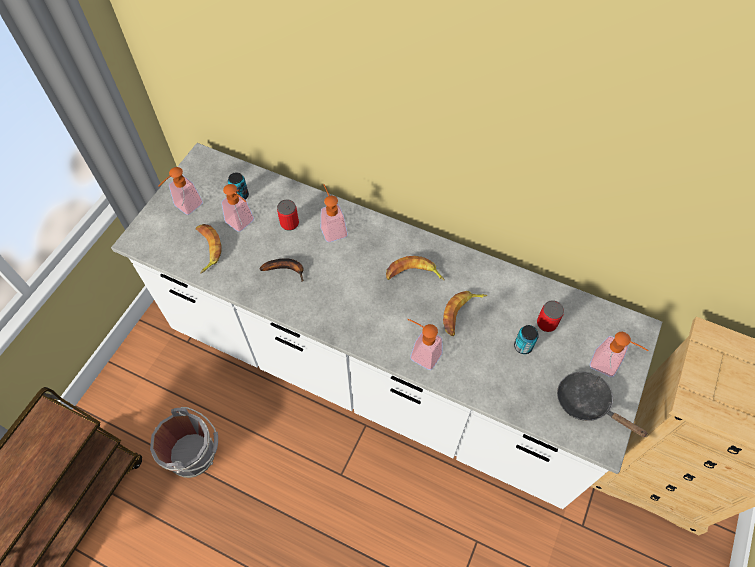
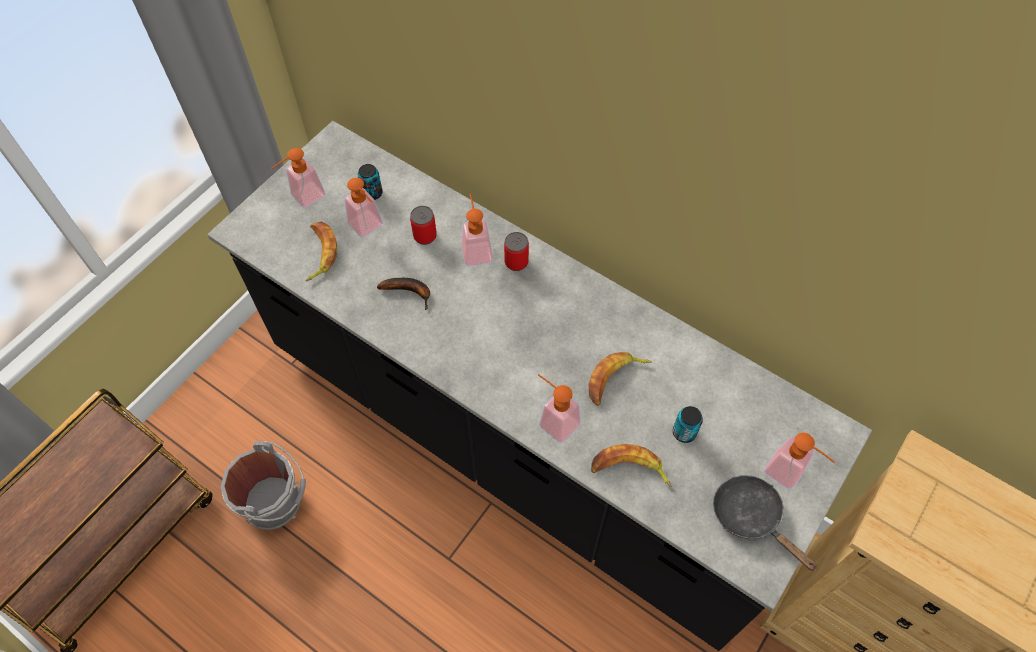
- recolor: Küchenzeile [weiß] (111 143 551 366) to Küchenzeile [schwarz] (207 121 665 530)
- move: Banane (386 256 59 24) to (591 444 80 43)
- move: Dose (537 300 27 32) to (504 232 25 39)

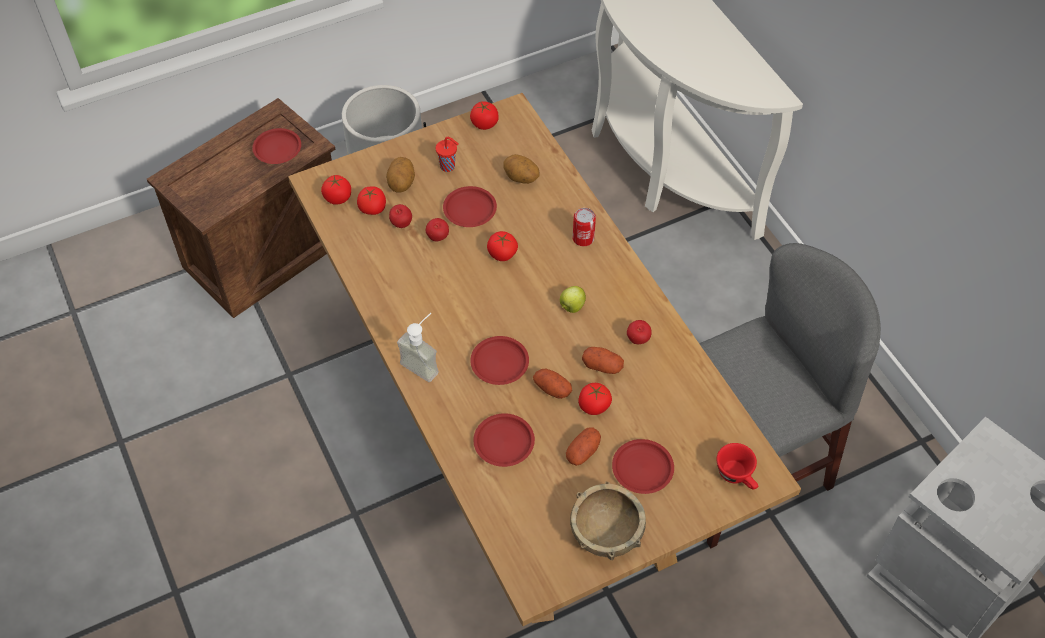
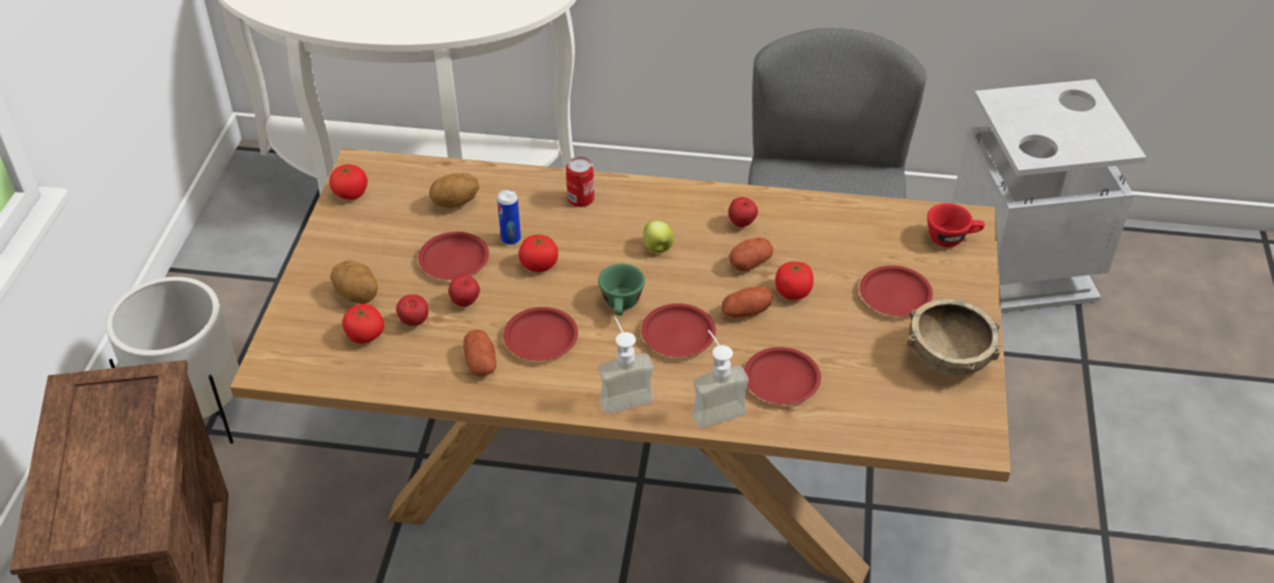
- move: Teller [rot] (252 128 49 36) to (503 307 75 54)
- delete: Tasse [rot] (436 137 22 35)
- delete: Tomate (321 175 30 30)
- move: Kartoffel (566 427 35 39) to (463 330 33 46)
- insert: Dose (497 190 24 55)
- insert: Tasse [grün] (598 264 47 52)
- insert: Seifenspender (692 330 57 98)

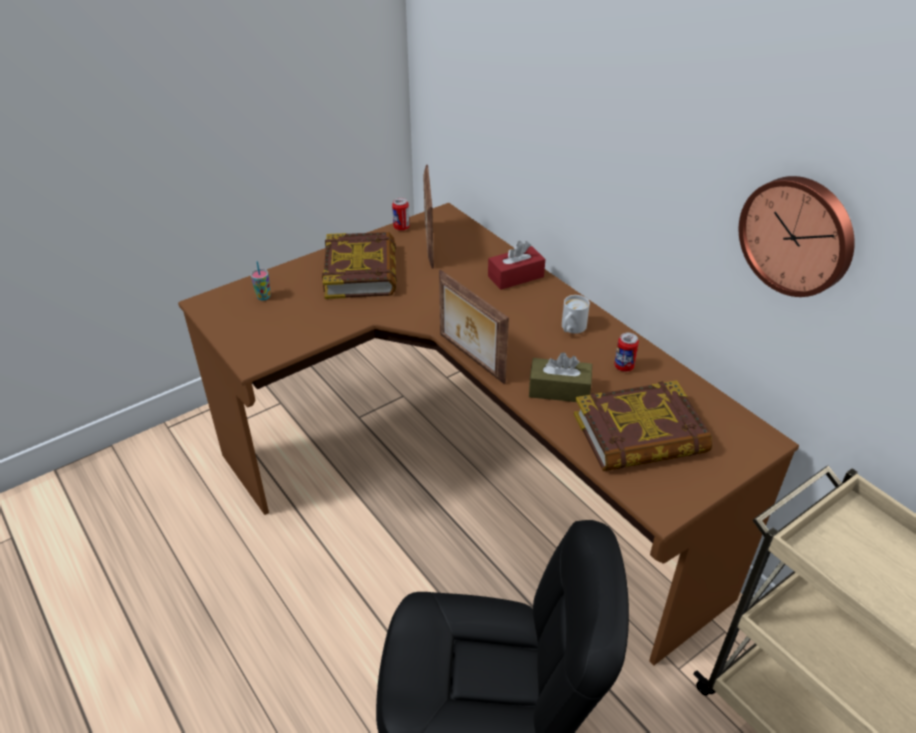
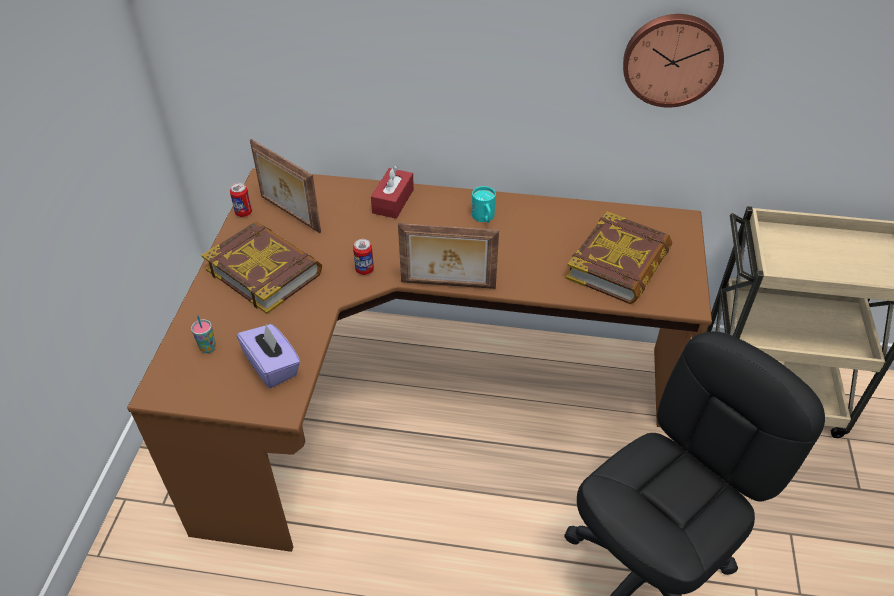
- recolor: Henkelbecher [weiß] (562 295 28 39) to Henkelbecher [türkis] (472 186 24 37)
- move: Dose (614 332 25 40) to (353 239 21 36)
- delete: Taschentuchbox [braun] (529 352 63 50)
- insert: Taschentuchbox [lila] (237 324 63 64)

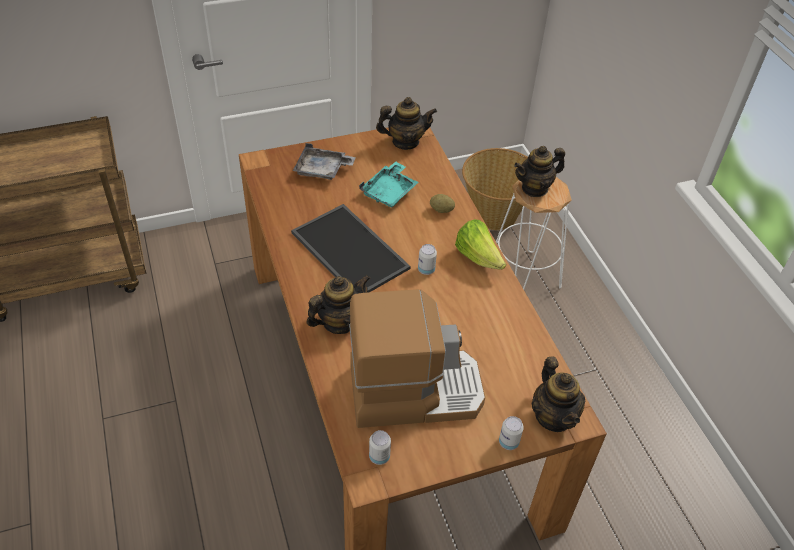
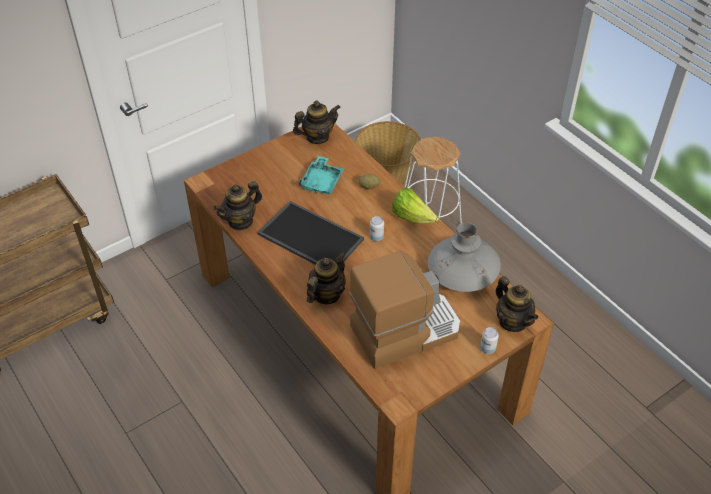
- delete: Tablett [grau] (293 143 63 37)
- move: Teekanne (514 146 51 51) to (213 181 49 50)
- delete: Dose (369 430 22 35)
- insert: Vase [grau] (428 222 73 70)

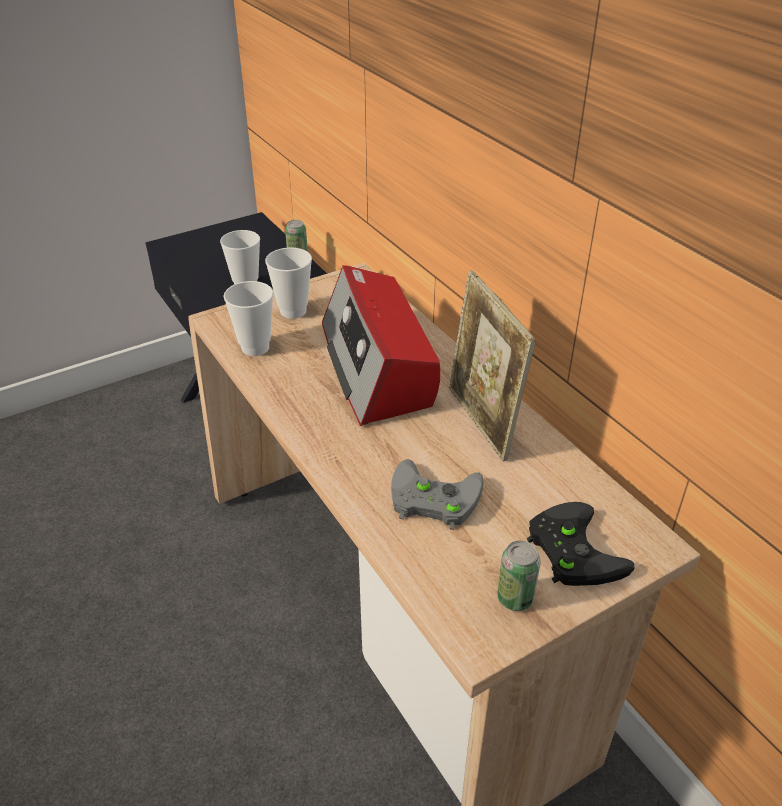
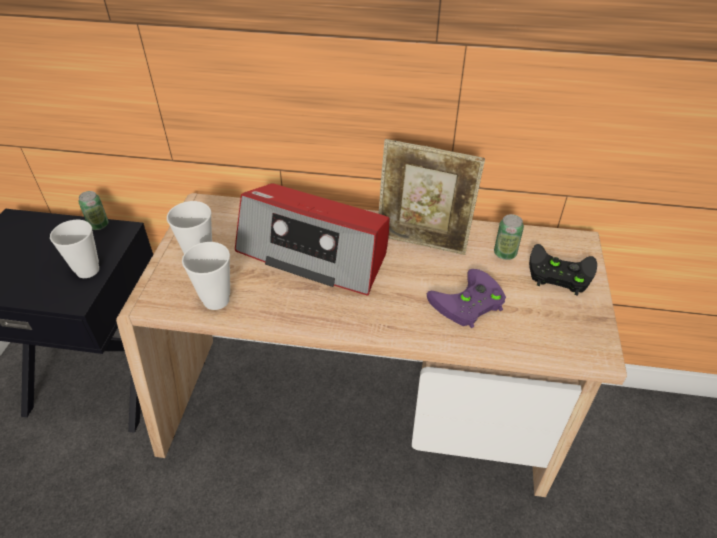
- recolor: Gamepad [grau] (391 459 93 71) to Gamepad [lila] (427 269 79 59)
- move: Dose (497 540 44 71) to (494 214 30 46)

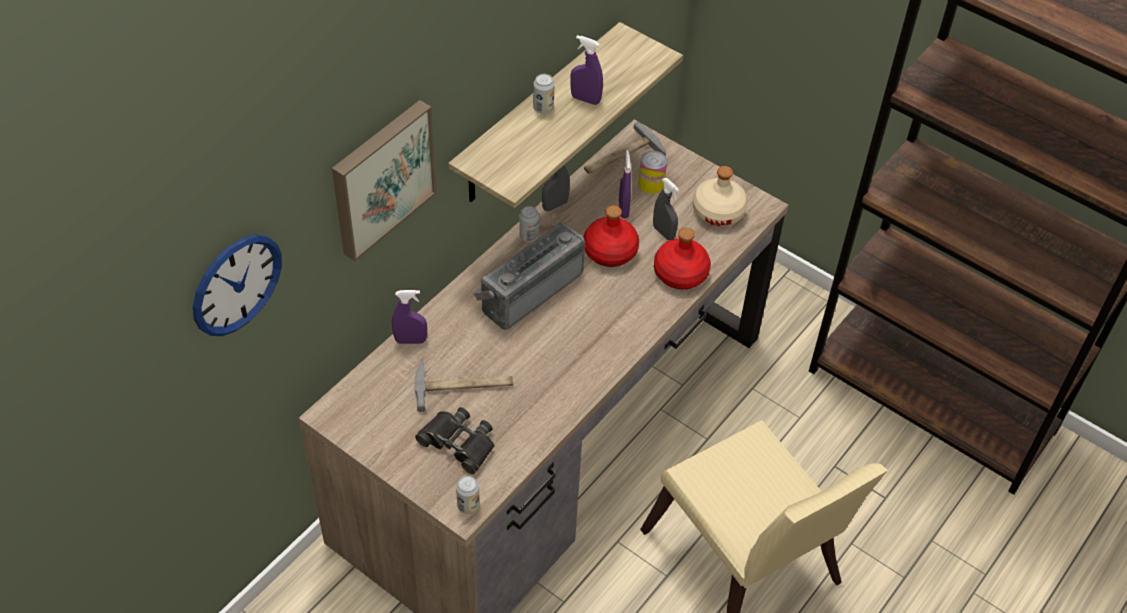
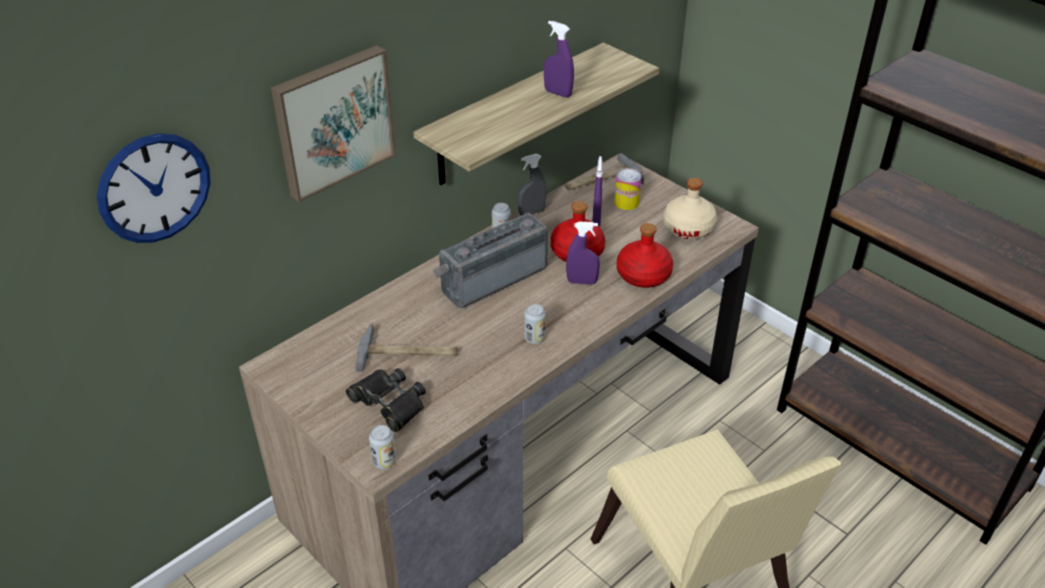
- move: Dose (533 74 22 40) to (524 304 22 40)
- delete: Sprühflasche [grau] (653 178 26 62)
- move: Sprühflasche [lila] (392 290 35 54) to (566 222 34 63)

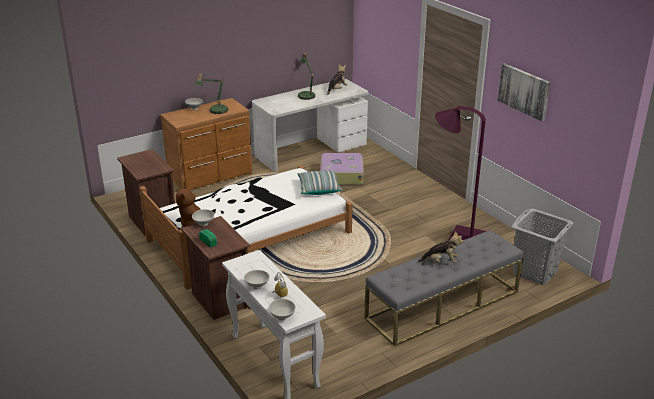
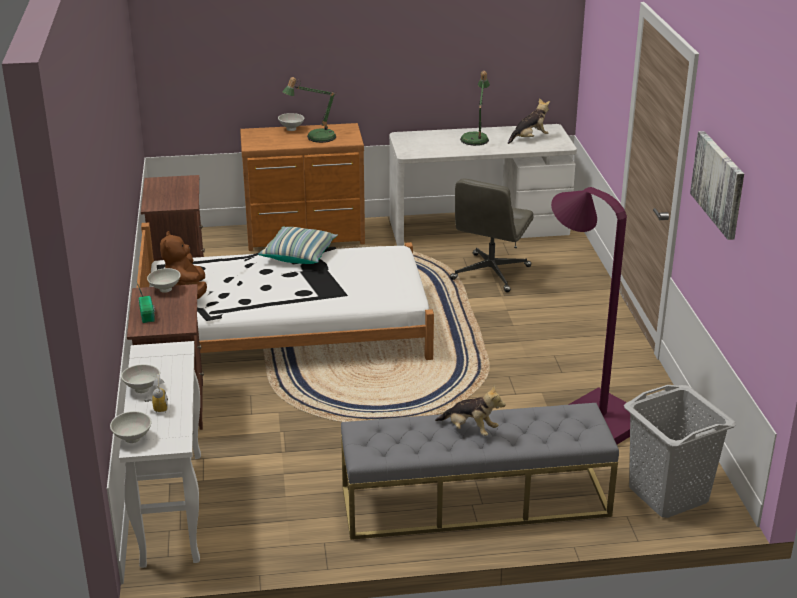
- replace: Koffer (321 153 43 32) to Bürostuhl [grau] (450 179 84 113)
- move: Kissen (297 170 45 25) to (258 226 80 38)

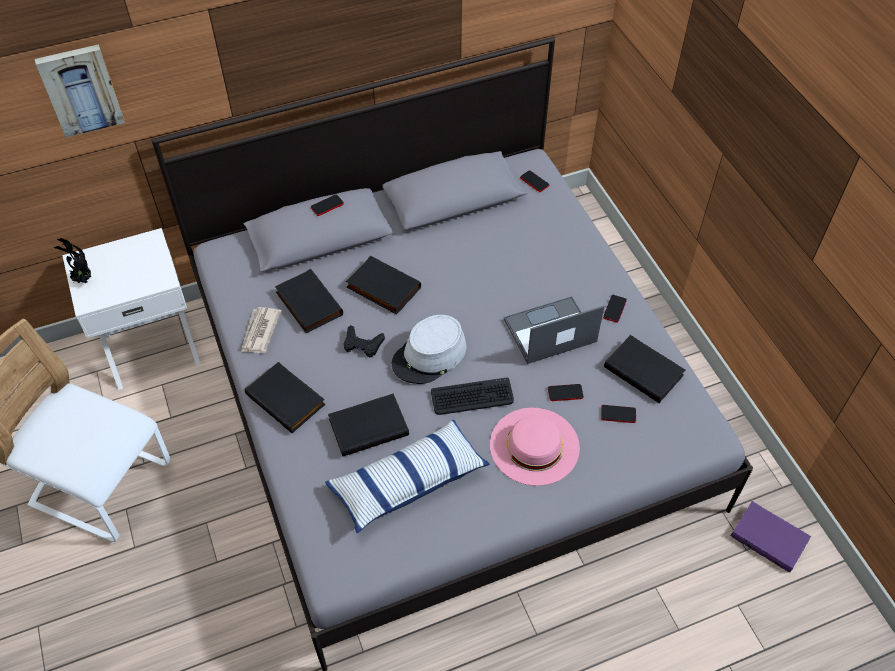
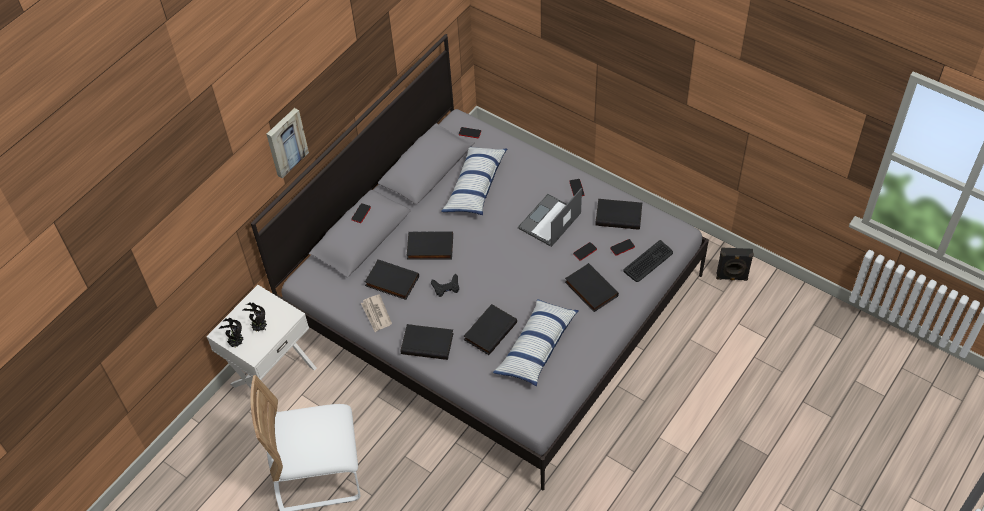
- move: Bild (35 44 90 93) to (266 108 43 70)
- delete: Hut [grau] (392 315 74 69)
- move: Tastatur (431 378 83 37) to (623 240 50 42)
- replace: Hut [rosa] (490 408 90 78) to Buch [schwarz] (565 263 54 49)
- replace: Buch [lila] (731 501 80 72) to Lautsprecher [schwarz] (716 248 38 33)
- insert: Kissen (441 147 66 68)
- insert: Topfpflanze (243 302 24 30)

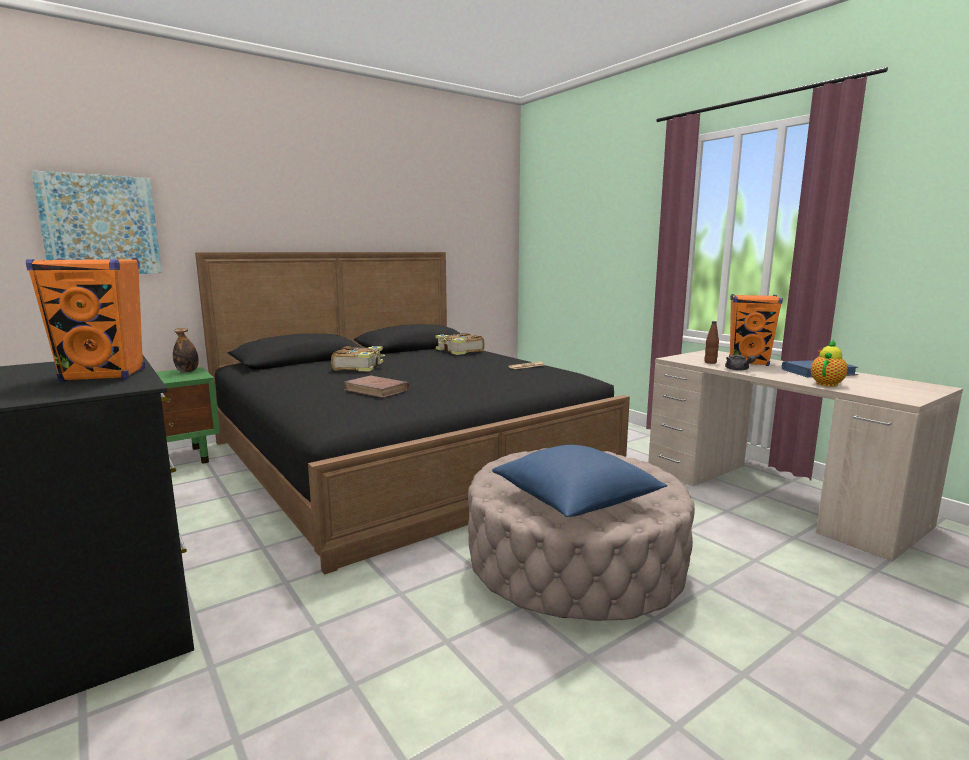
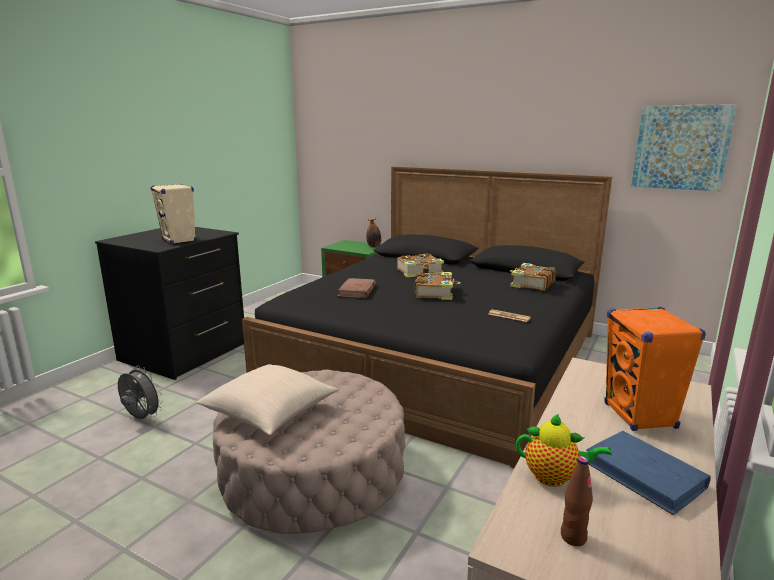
- move: Bild (31 170 131 104) to (631 104 106 87)
- recolor: Lautsprecher [orange] (26 258 119 124) to Lautsprecher [beige] (150 184 46 60)
- move: Flasche [braun] (704 321 15 43) to (561 456 32 90)
- delete: Teekanne [grau] (725 355 31 16)
- recolor: Kissen [blau] (492 445 175 72) to Kissen [beige] (196 364 143 71)
- insert: Buch (414 272 46 28)
- insert: Ventilator [grau] (118 365 45 54)

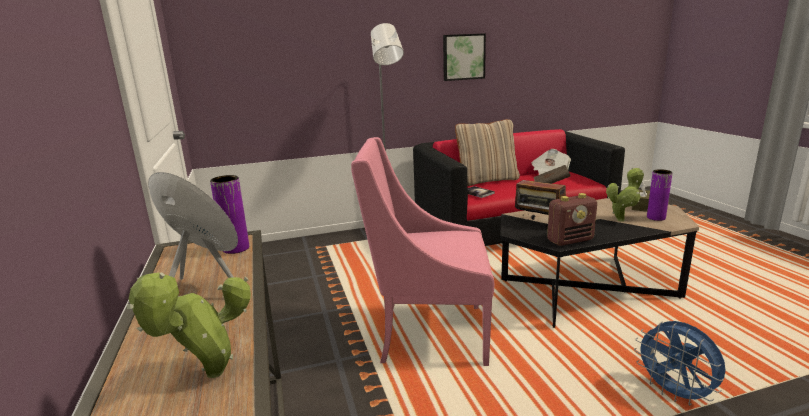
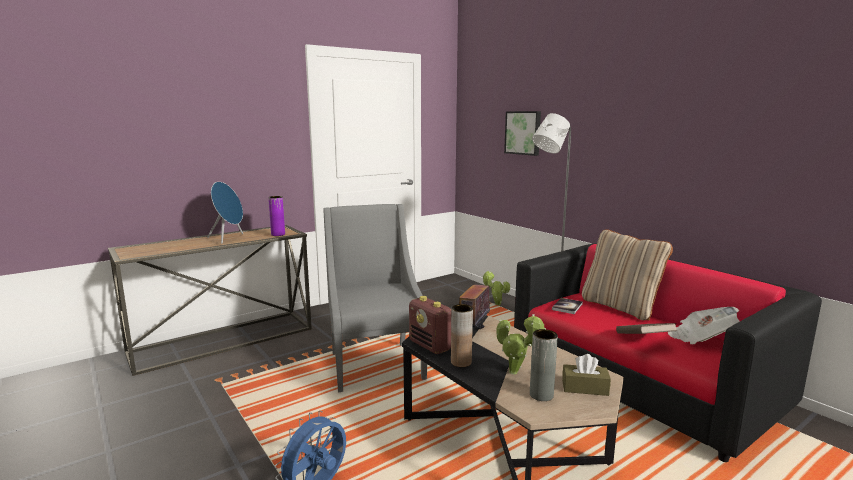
- move: Bild (443 33 43 48) to (504 111 37 45)
- recolor: Sessel [rosa] (351 137 143 229) to Sessel [grau] (323 204 104 188)
- recolor: Vase [lila] (647 169 26 52) to Vase [grau] (530 329 28 72)
- move: Topfpflanze (127 272 124 106) to (482 271 28 35)
- insert: Vase [braun] (451 304 22 63)

